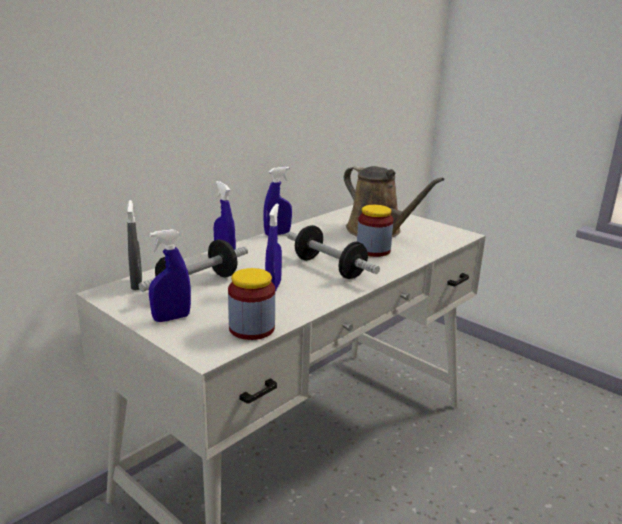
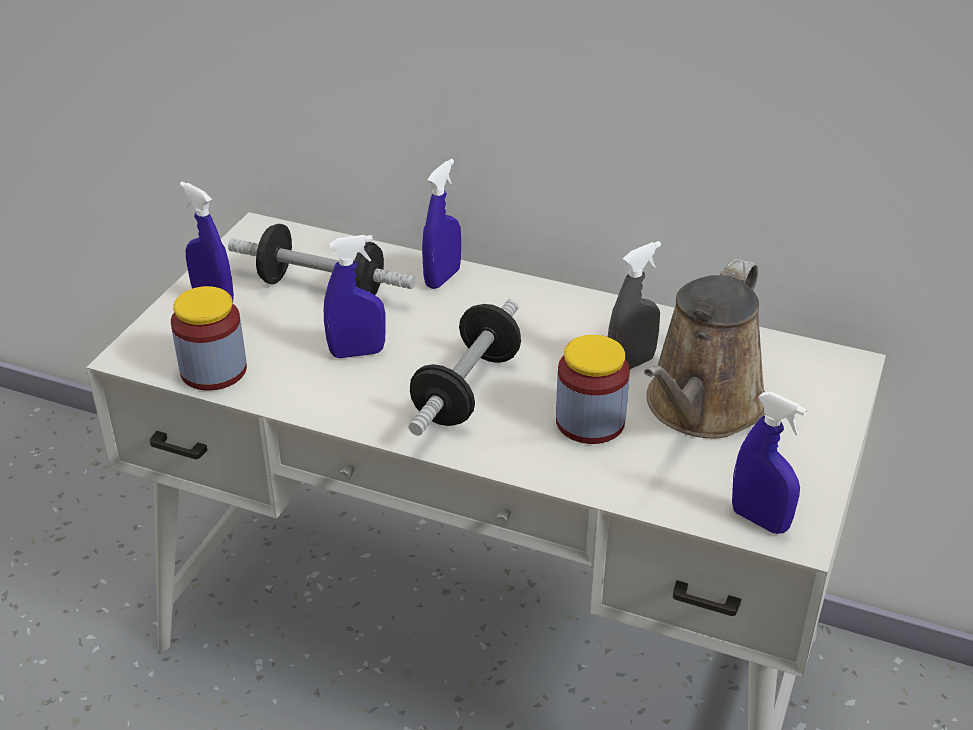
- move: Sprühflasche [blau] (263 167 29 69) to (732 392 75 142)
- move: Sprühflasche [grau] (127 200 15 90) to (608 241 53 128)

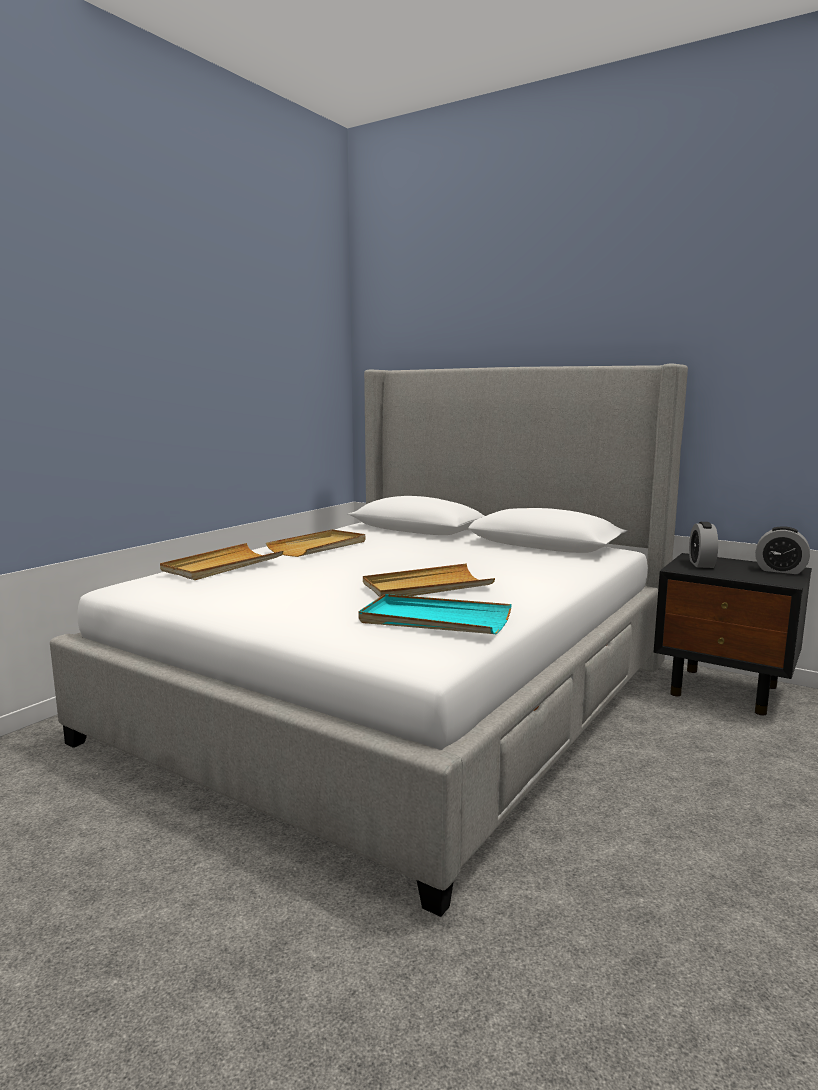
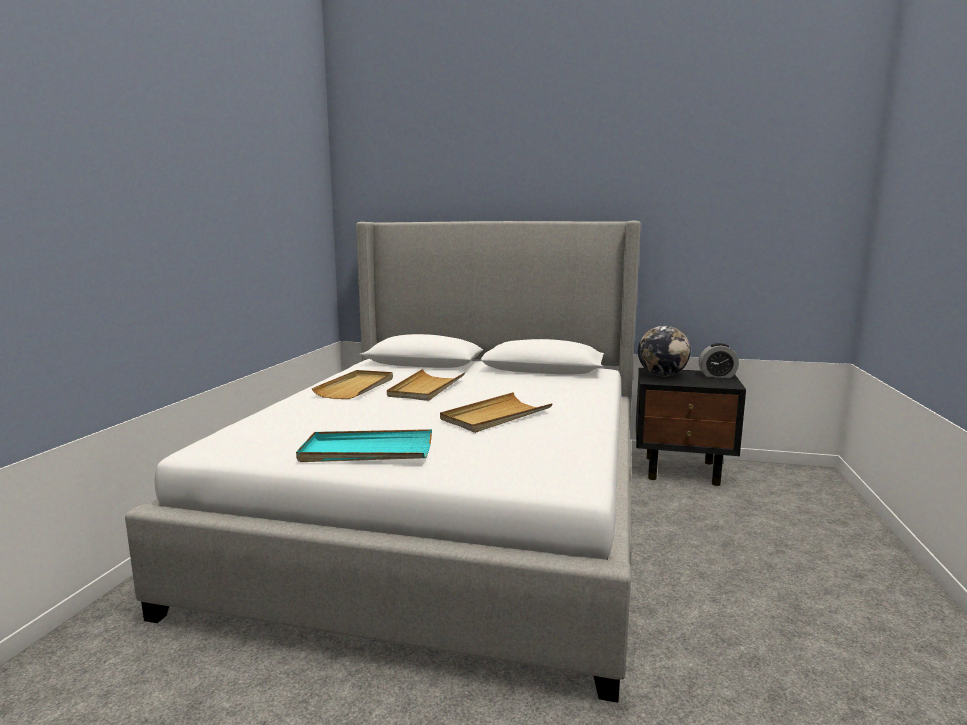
- replace: Wecker (689 522 29 46) to Globus (638 326 52 50)
- move: Tablett [beige] (160 543 123 37) to (387 369 78 32)
- move: Tablett [türkis] (359 594 153 41) to (296 429 136 33)

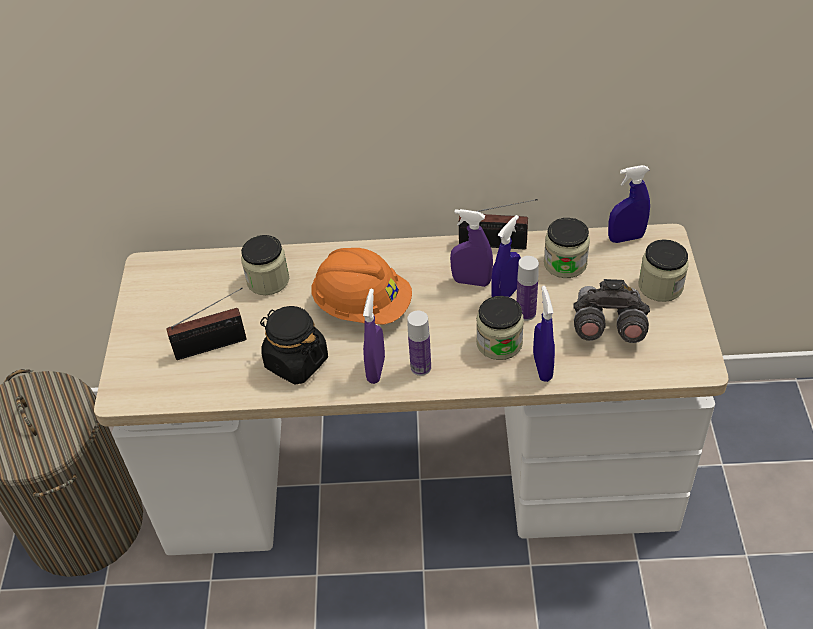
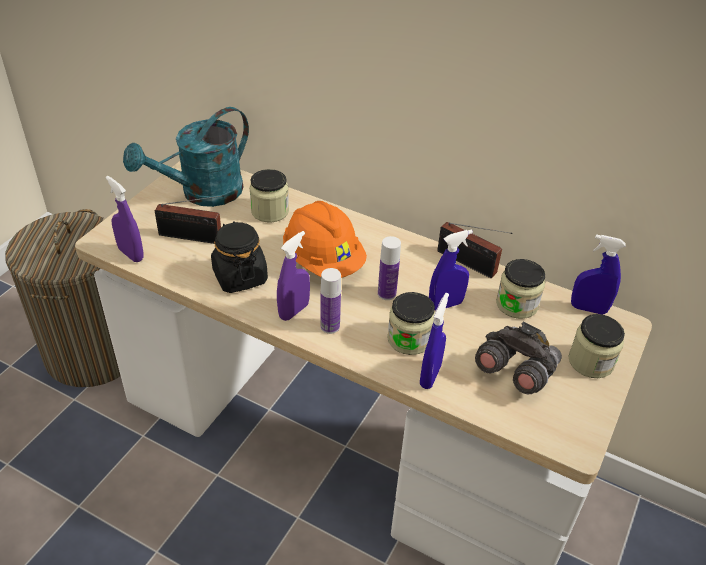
- move: Sprühflasche [lila] (450 209 43 78) to (106 176 38 86)
- move: Flasche (517 256 22 65) to (378 236 23 64)
- insert: Gießkanne [türkis] (123 107 126 100)

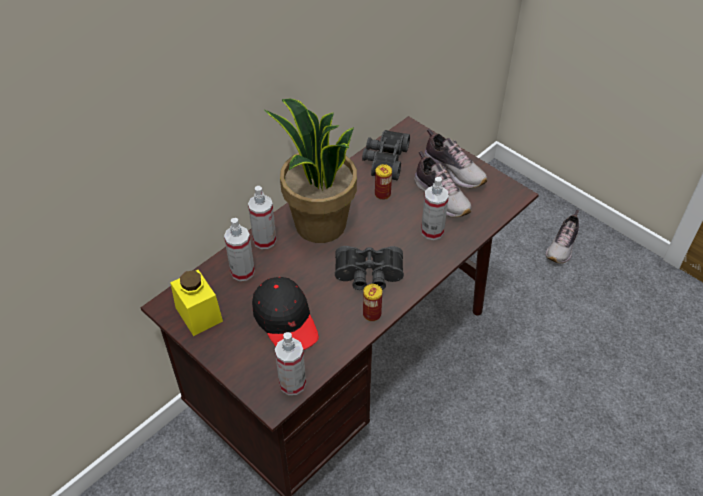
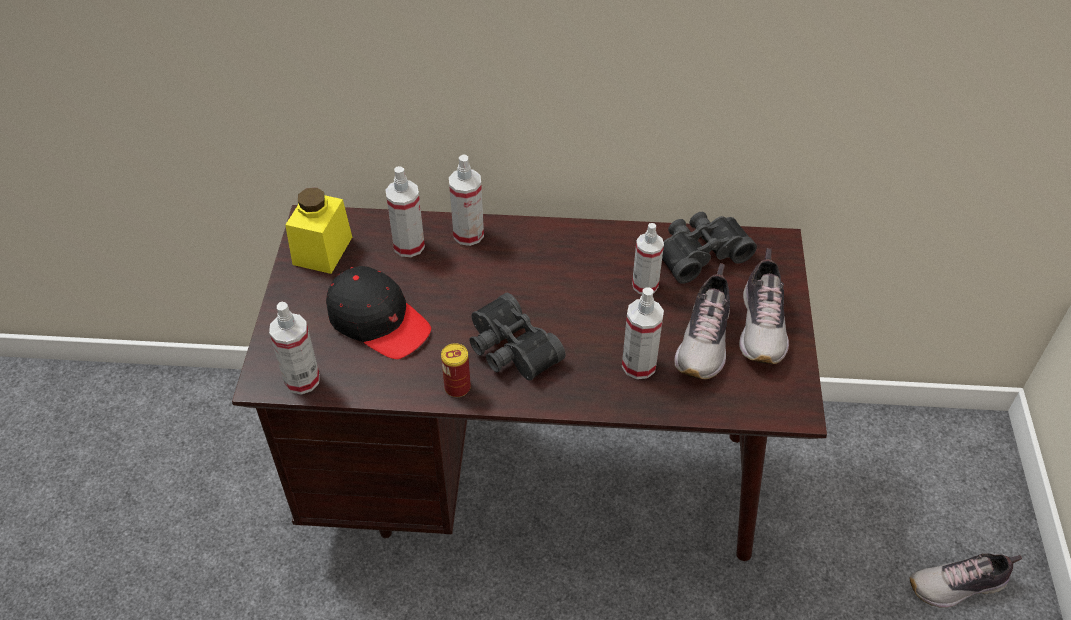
- delete: Topfpflanze (264 98 93 145)
- replace: Dose (375 164 17 36) to Sprühflasche (632 223 32 71)
- rotate: Kappe [schwarz] (252 277 67 73) = (326 266 105 93) 75 degrees counterclockwise

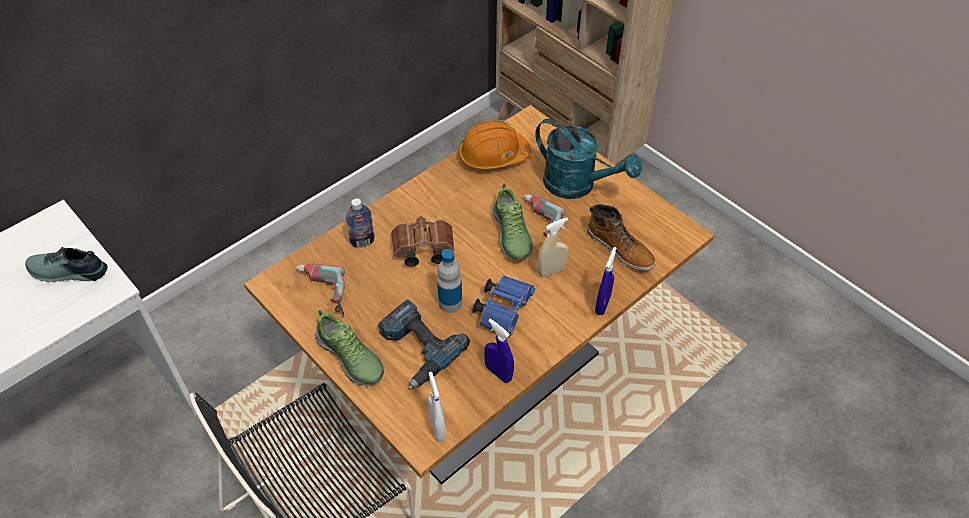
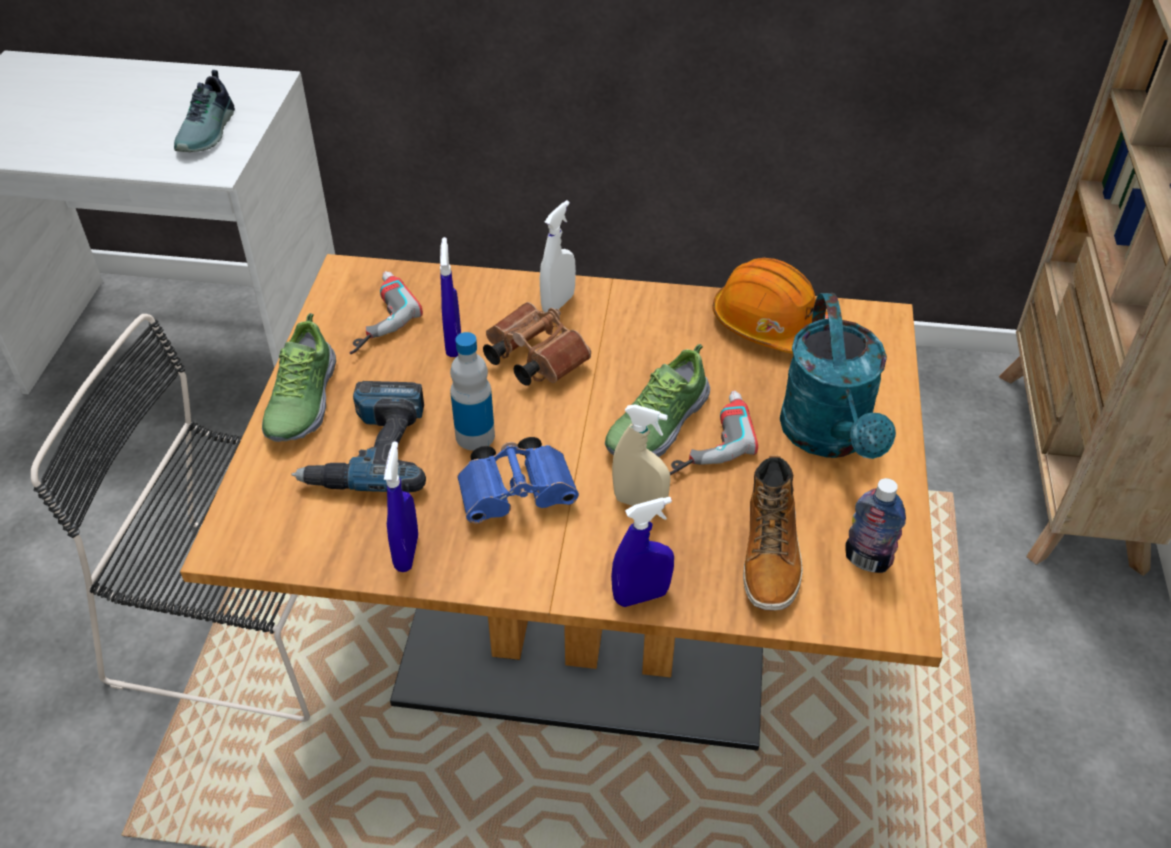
- move: Flasche (346 198 29 50) to (845 478 61 95)
- rotate: Schuh (25 247 83 35) = (174 70 61 82) 135 degrees counterclockwise
- move: Sprühflasche [weiß] (428 372 18 70) to (540 200 36 113)
- insert: Sprühflasche [blau] (440 237 21 120)

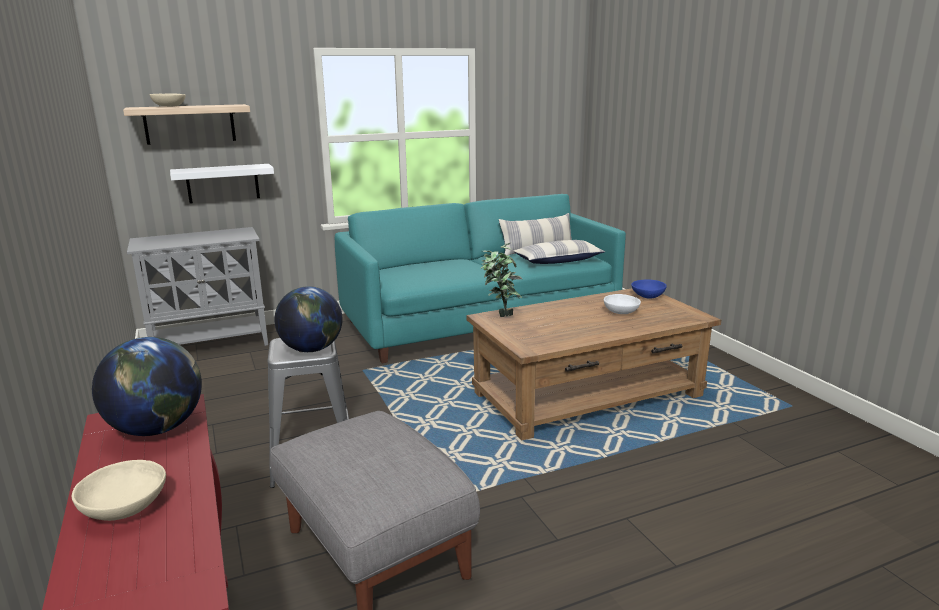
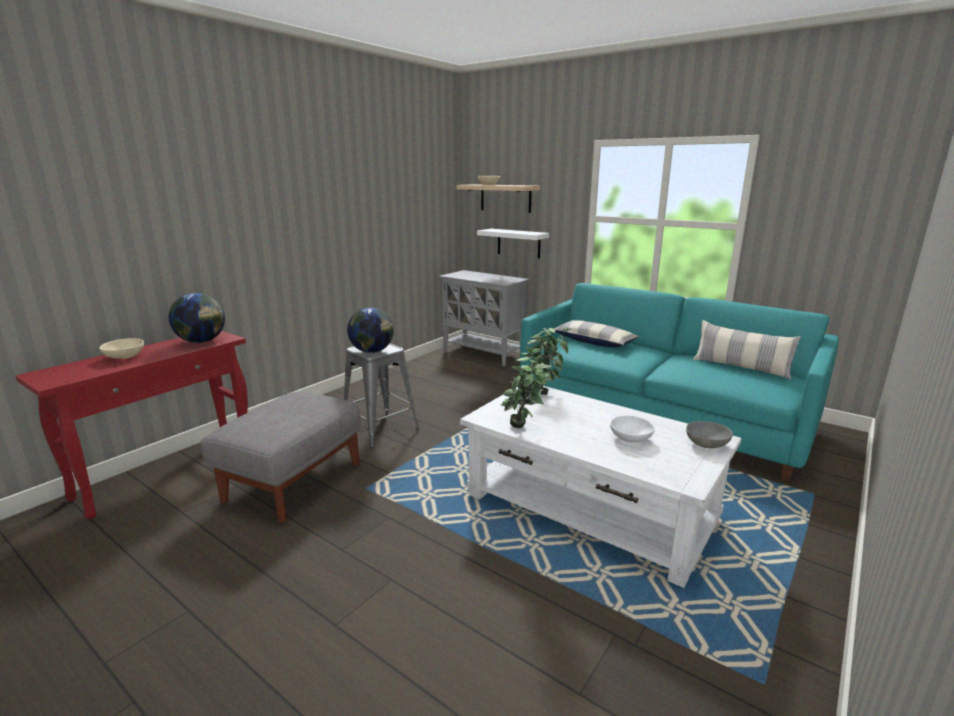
- move: Kissen (513 240 92 24) to (553 320 86 27)
- recolor: Schüssel [blau] (631 279 36 20) to Schüssel [grau] (686 421 47 27)
- recolor: Couchtisch [braun] (466 288 255 152) to Couchtisch [weiß] (460 386 281 202)
- insert: Topfpflanze (501 357 51 71)

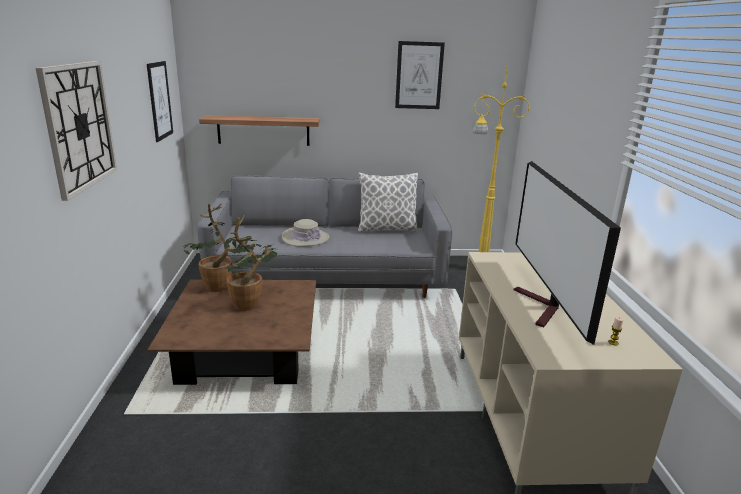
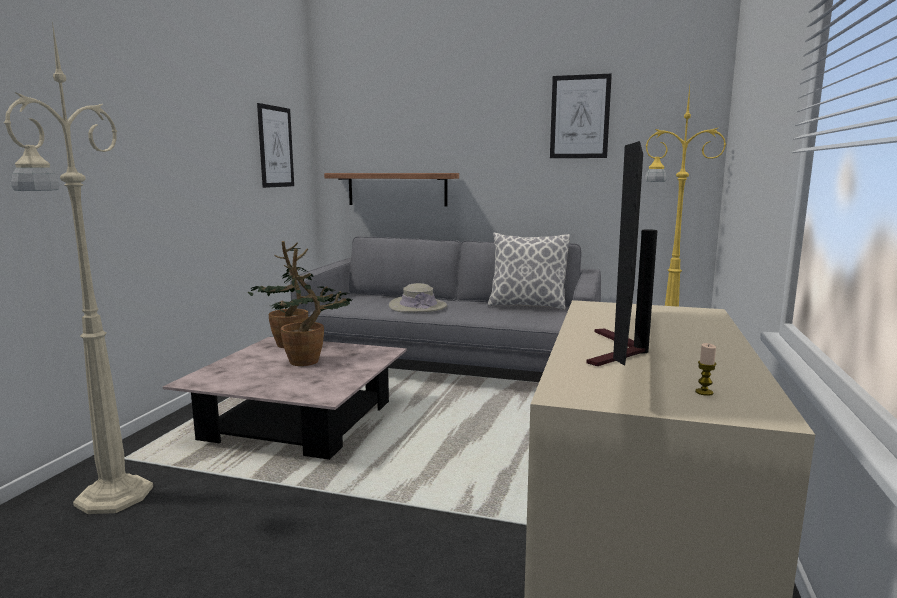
- delete: Wanduhr (36 61 81 140)
- recolor: Couchtisch [braun] (147 279 169 106) to Couchtisch [rosa] (163 337 244 123)
- insert: Stehlampe [beige] (4 22 149 492)

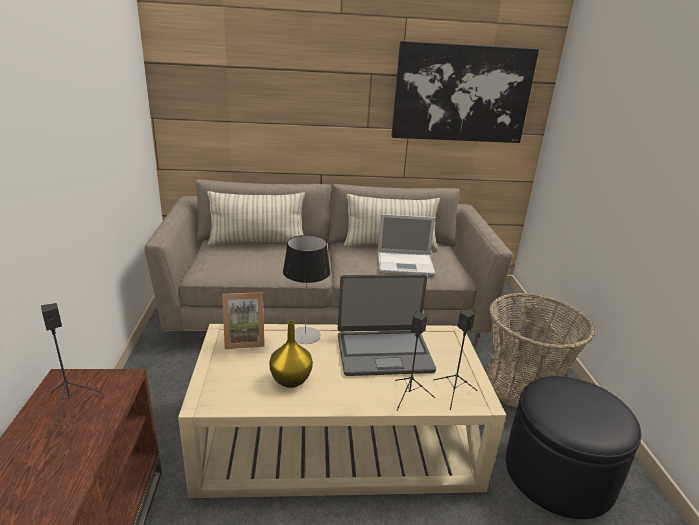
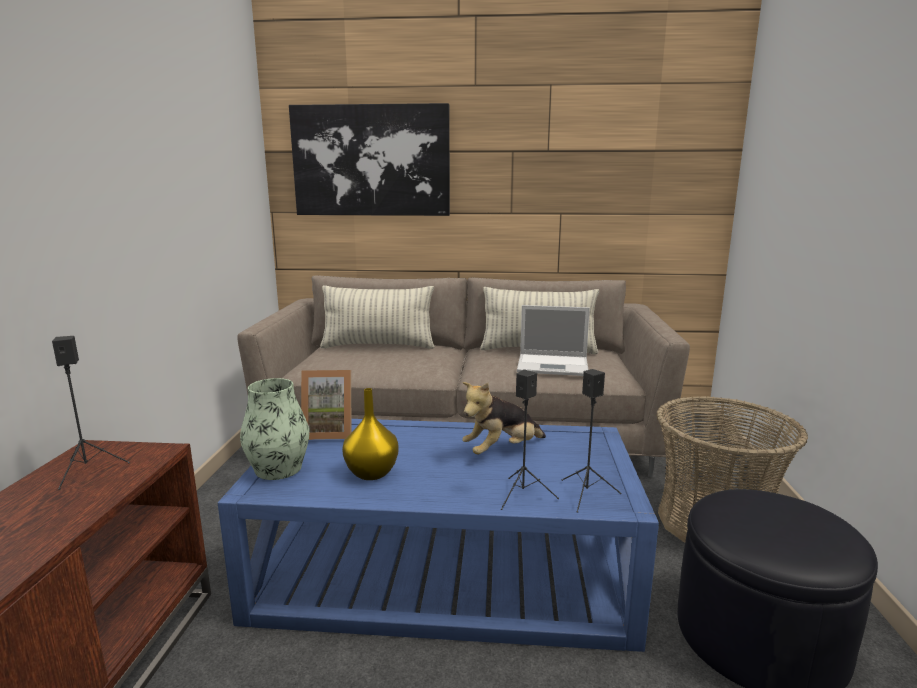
- move: Bild (391 41 148 102) to (289 103 161 113)
- delete: Tischlampe (283 235 47 109)
- replace: Laptop (338 274 98 102) to Plüschtier (462 382 84 73)
- recolor: Couchtisch [beige] (178 324 328 174) to Couchtisch [blau] (218 419 441 233)
- insert: Vase (240 378 69 102)

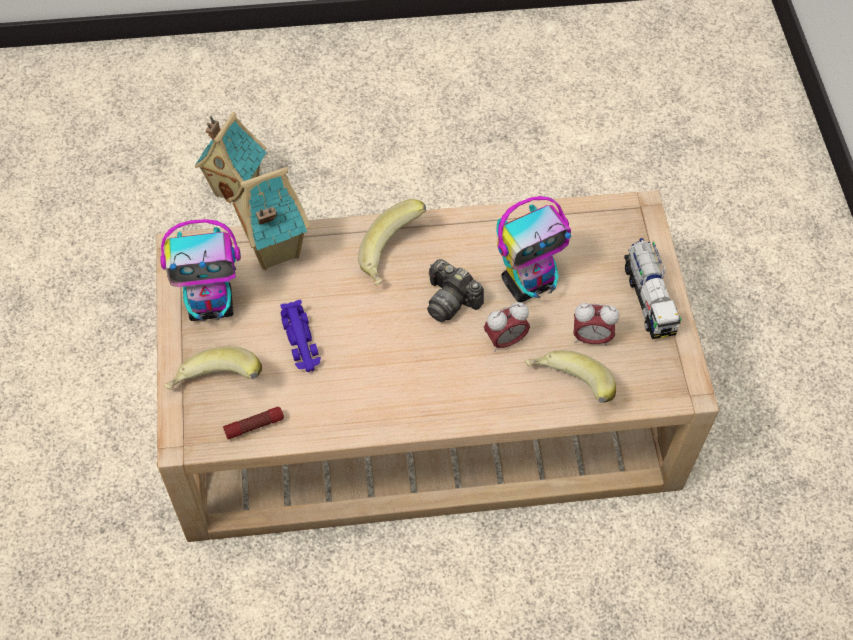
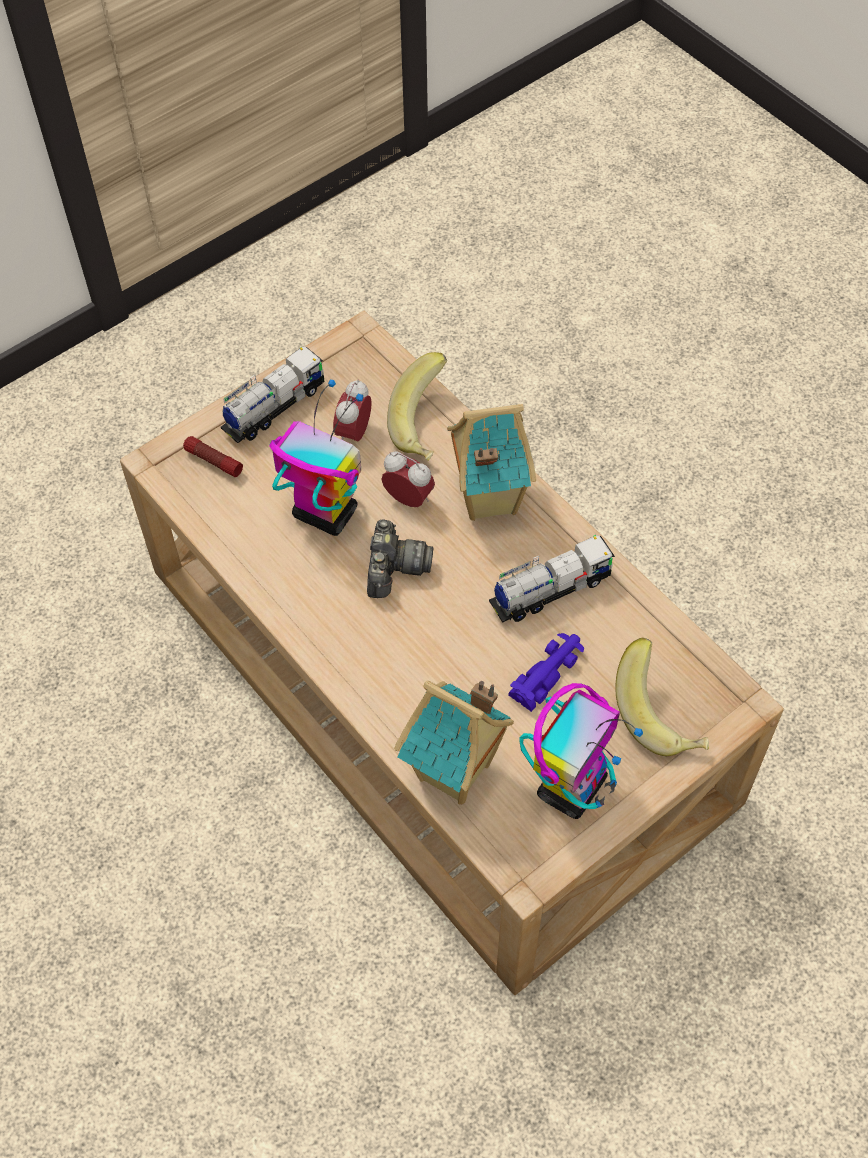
- move: Spielzeughaus (195 112 72 91) to (447 404 89 117)
- delete: Banane (358 199 68 87)
- rotate: Spielzeugroboter (160 219 81 103) = (519 683 124 136) 75 degrees clockwise
- rotate: Wecker (573 303 46 43) = (333 379 38 62) 135 degrees counterclockwise
- move: Taschenlampe (223 407 61 32) to (183 436 60 41)
- insert: Spielzeuglaster (489 535 126 88)

